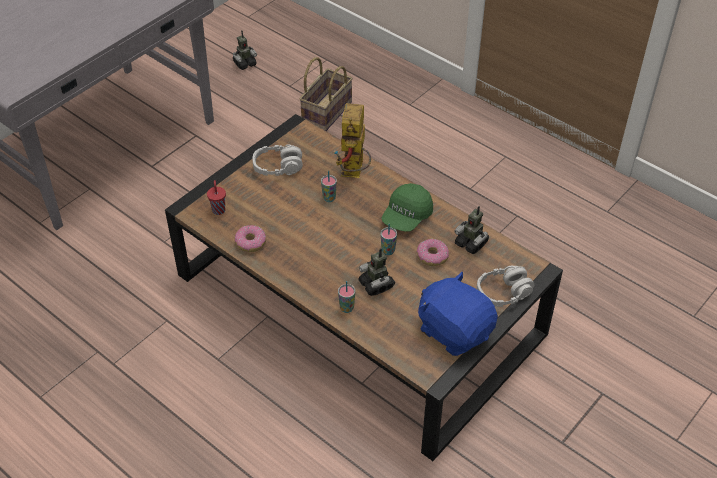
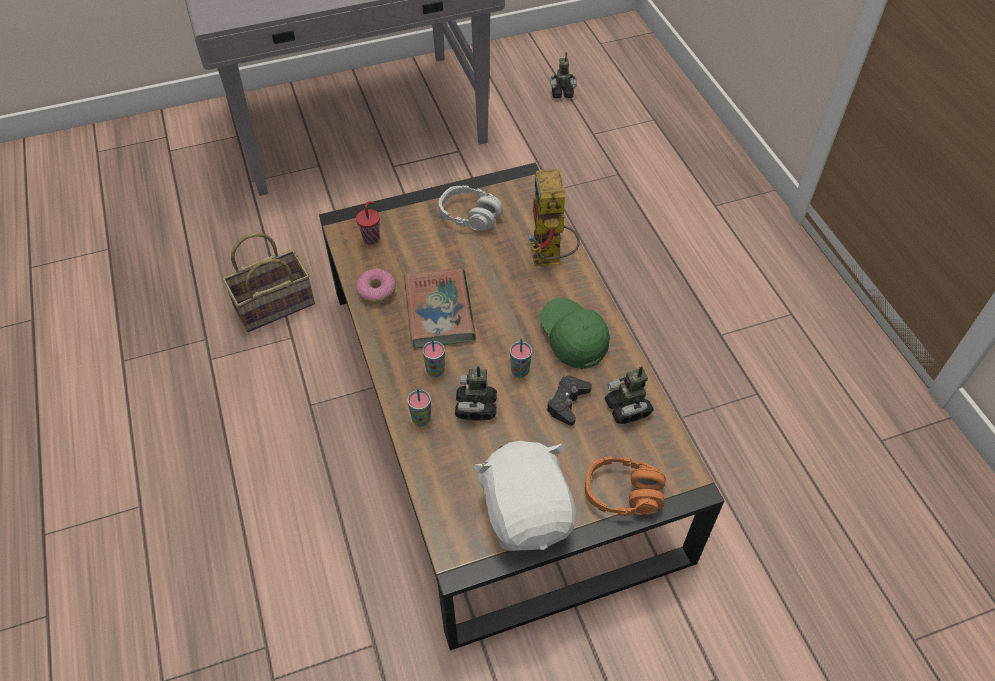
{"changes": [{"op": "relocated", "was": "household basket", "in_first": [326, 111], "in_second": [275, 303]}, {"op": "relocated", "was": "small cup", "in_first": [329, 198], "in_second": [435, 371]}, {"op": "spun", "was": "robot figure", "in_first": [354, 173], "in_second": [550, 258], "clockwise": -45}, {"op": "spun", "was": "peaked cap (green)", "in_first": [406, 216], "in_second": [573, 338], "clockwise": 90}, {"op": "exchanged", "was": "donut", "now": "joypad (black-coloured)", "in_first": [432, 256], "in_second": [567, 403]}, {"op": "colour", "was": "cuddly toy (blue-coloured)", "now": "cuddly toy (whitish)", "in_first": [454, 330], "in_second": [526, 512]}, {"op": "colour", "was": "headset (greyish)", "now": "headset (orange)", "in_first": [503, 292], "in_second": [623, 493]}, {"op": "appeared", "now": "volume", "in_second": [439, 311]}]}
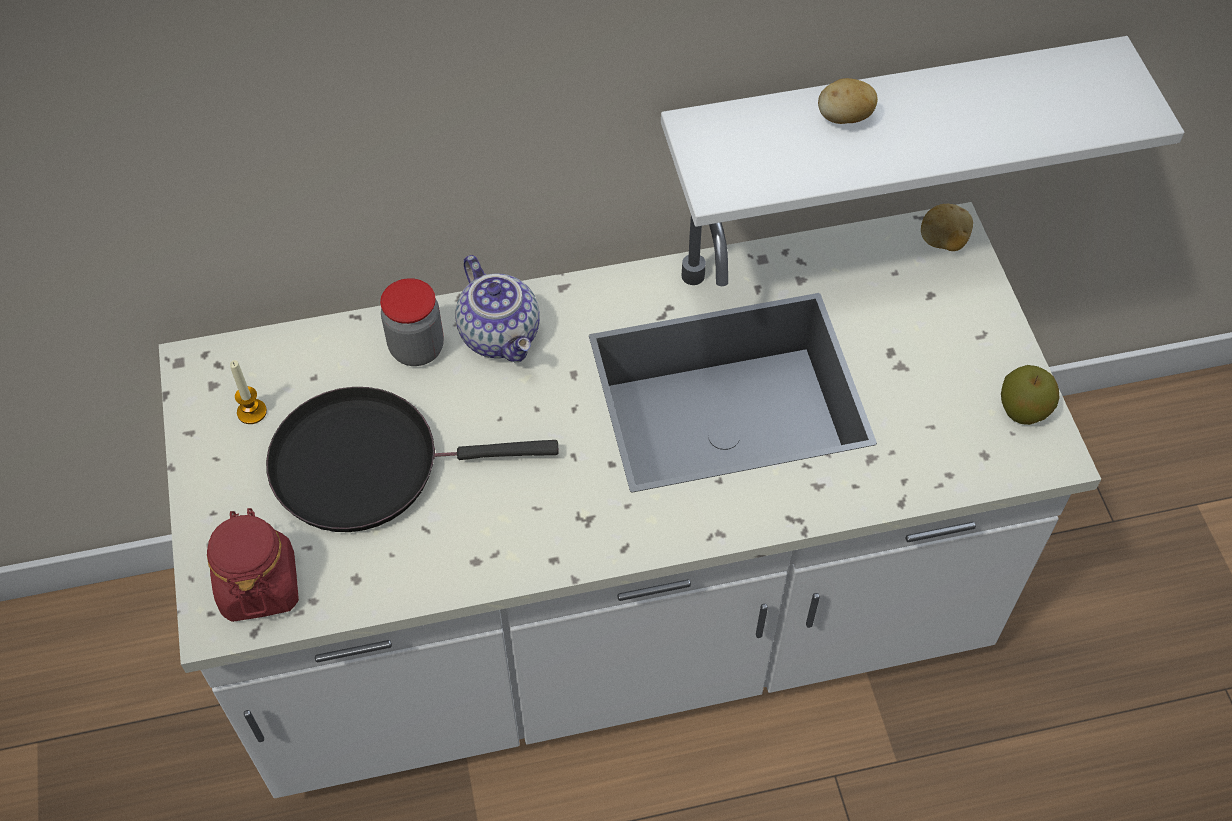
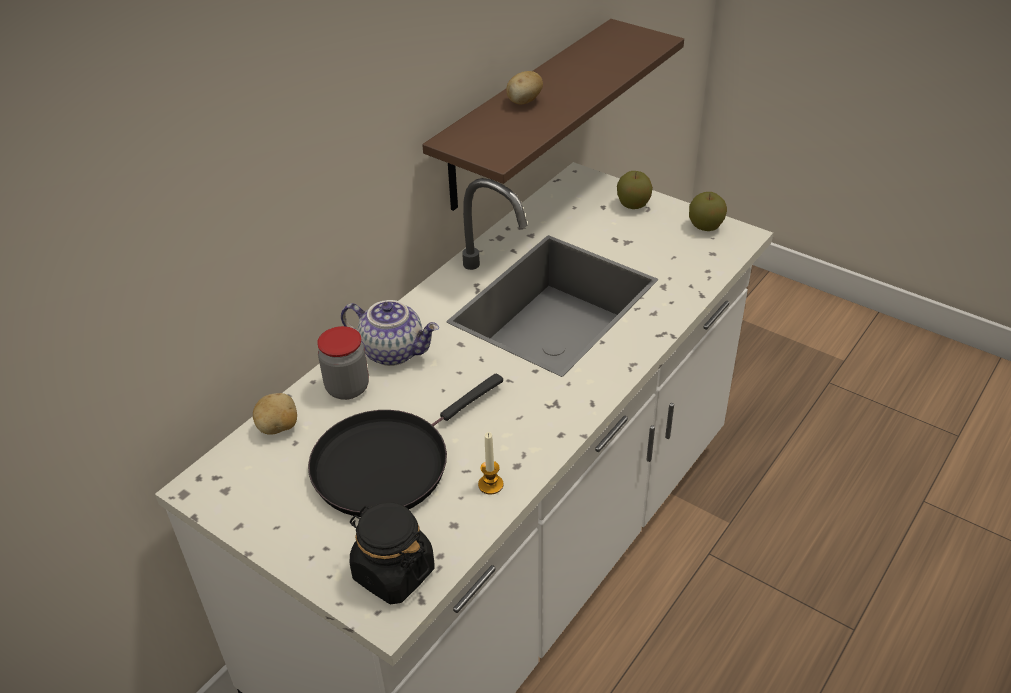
{"changes": [{"op": "colour", "was": "preserve jar (red)", "now": "preserve jar (black-coloured)", "in_first": [259, 585], "in_second": [393, 573]}, {"op": "relocated", "was": "wax light", "in_first": [252, 412], "in_second": [490, 485]}, {"op": "colour", "was": "wall shelf (whitish)", "now": "wall shelf (brownish)", "in_first": [888, 120], "in_second": [525, 115]}, {"op": "relocated", "was": "whole potato", "in_first": [942, 242], "in_second": [278, 427]}, {"op": "appeared", "now": "apple", "in_second": [633, 205]}]}
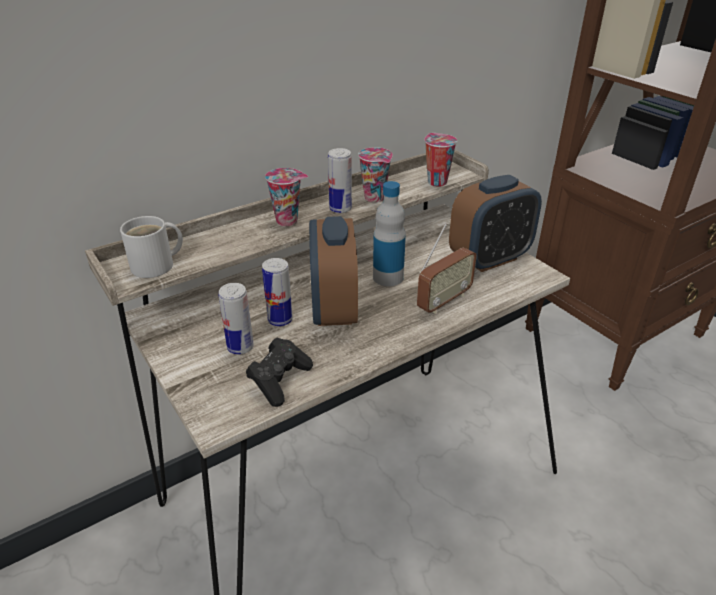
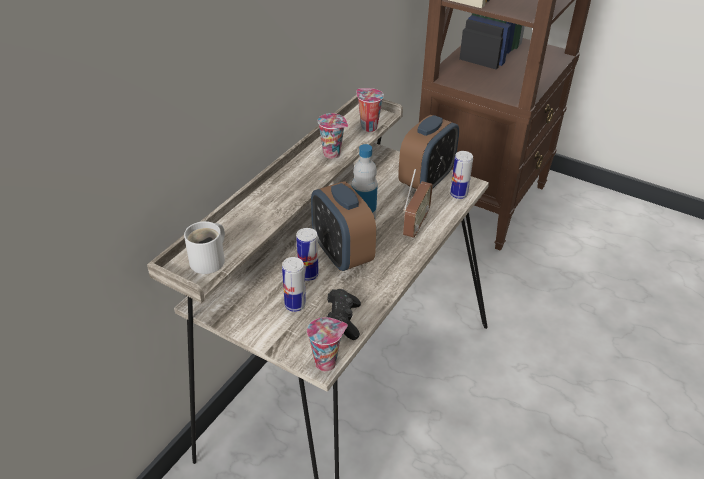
{"changes": [{"op": "relocated", "was": "small cup", "in_first": [288, 221], "in_second": [326, 362]}, {"op": "relocated", "was": "metal can", "in_first": [340, 209], "in_second": [458, 194]}]}
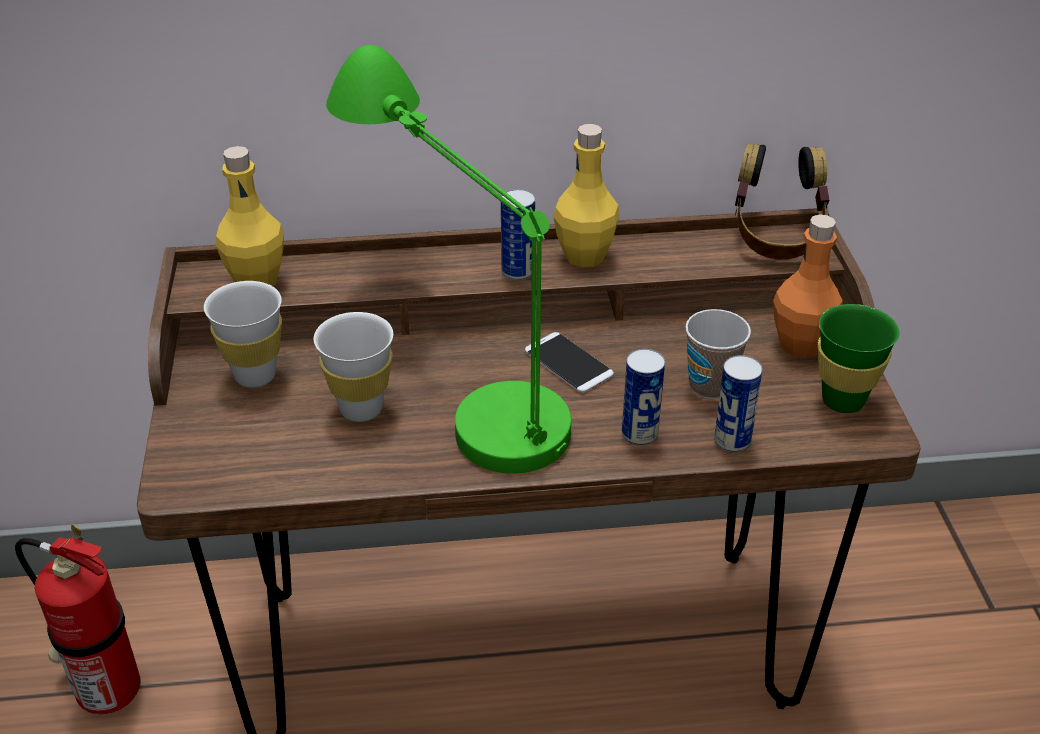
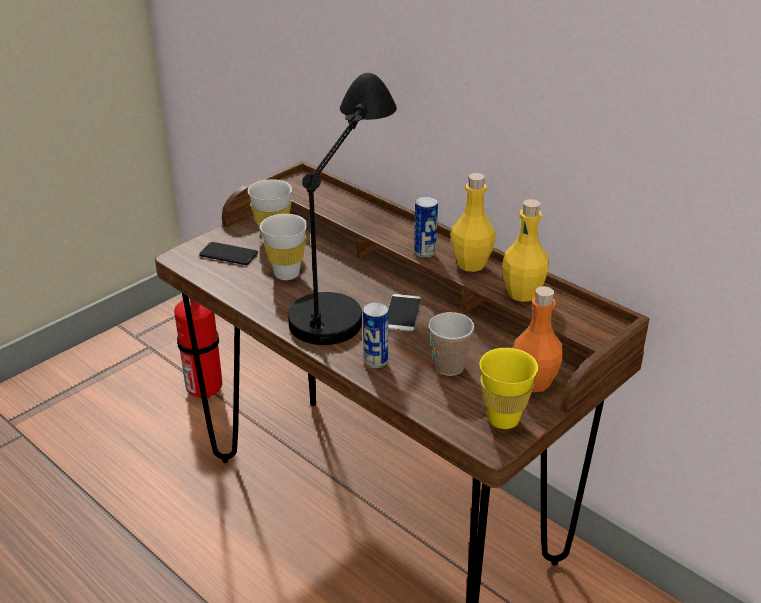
{"changes": [{"op": "relocated", "was": "beverage bottle (yellowish)", "in_first": [257, 280], "in_second": [522, 293]}, {"op": "colour", "was": "lamp for a table (green)", "now": "lamp for a table (black-coloured)", "in_first": [457, 377], "in_second": [345, 287]}, {"op": "missing", "was": "metal can", "in_first": [732, 441]}, {"op": "missing", "was": "headset", "in_first": [776, 236]}, {"op": "colour", "was": "small cup (green)", "now": "small cup (yellowish)", "in_first": [843, 400], "in_second": [503, 419]}, {"op": "appeared", "now": "phone", "in_second": [228, 254]}]}
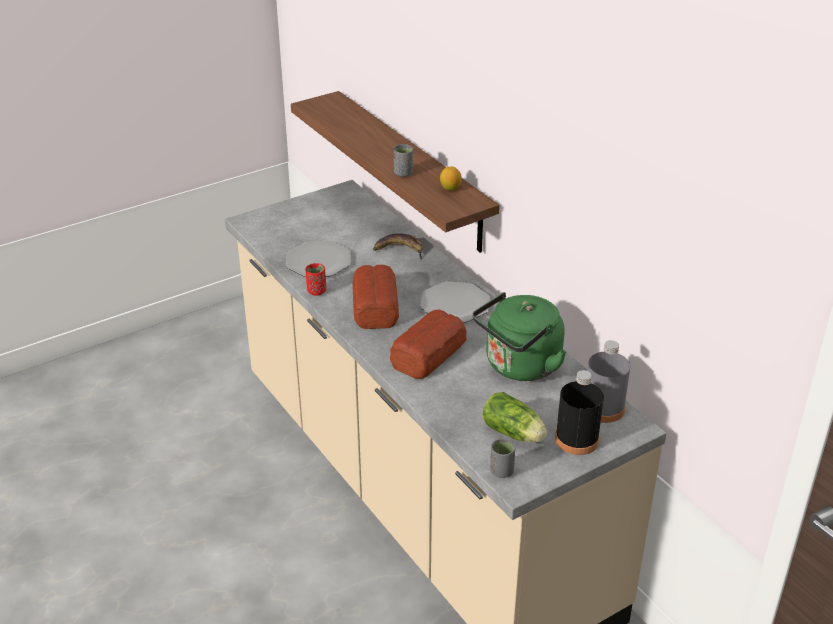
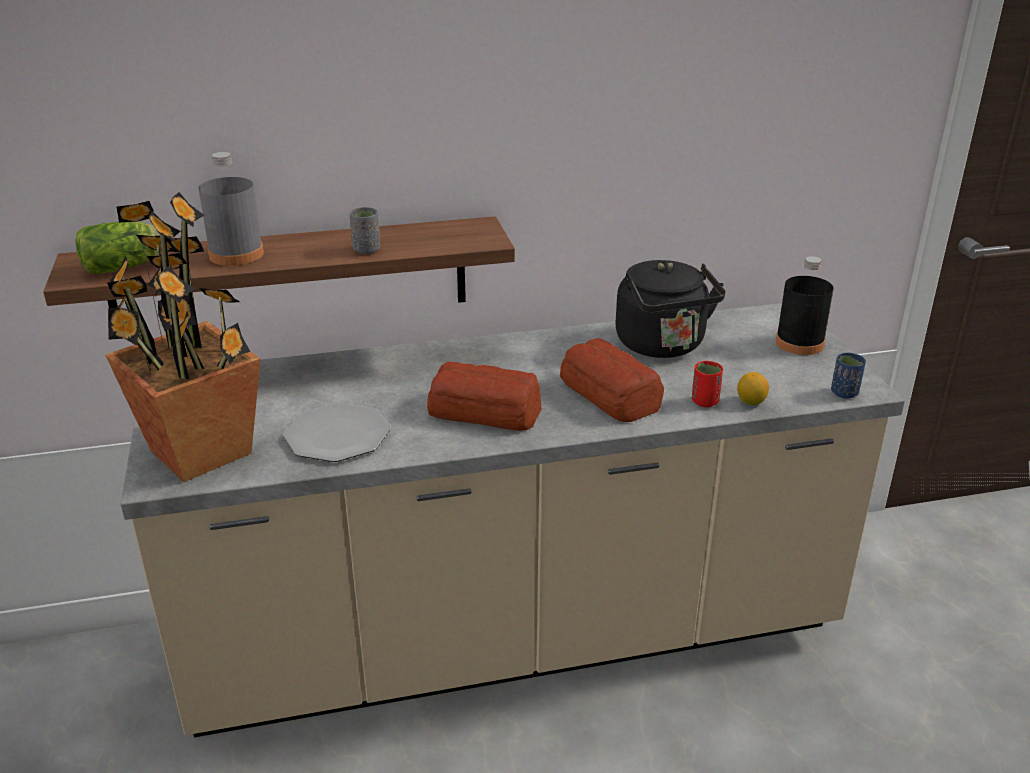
{"changes": [{"op": "relocated", "was": "small cup (red)", "in_first": [316, 291], "in_second": [705, 402]}, {"op": "missing", "was": "banana fruit", "in_first": [400, 250]}, {"op": "missing", "was": "plate", "in_first": [454, 304]}, {"op": "relocated", "was": "whole lemon", "in_first": [450, 188], "in_second": [751, 402]}, {"op": "colour", "was": "tea kettle (green)", "now": "tea kettle (black-coloured)", "in_first": [519, 367], "in_second": [663, 346]}, {"op": "relocated", "was": "head of lettuce", "in_first": [515, 434], "in_second": [128, 266]}, {"op": "colour", "was": "small cup (greyish)", "now": "small cup (blue-coloured)", "in_first": [501, 472], "in_second": [844, 393]}, {"op": "relocated", "was": "beverage bottle (greyish)", "in_first": [603, 408], "in_second": [236, 254]}, {"op": "appeared", "now": "potted plant", "in_second": [199, 453]}]}
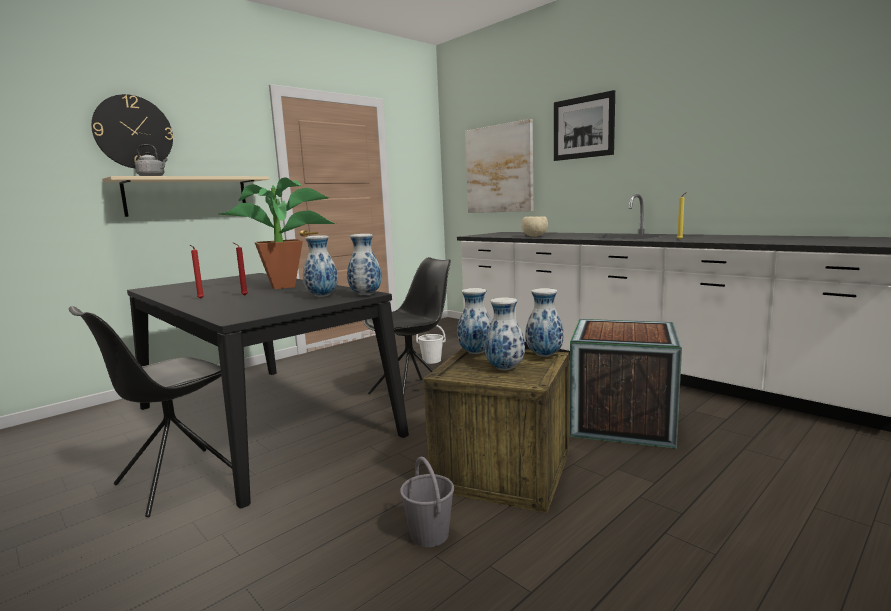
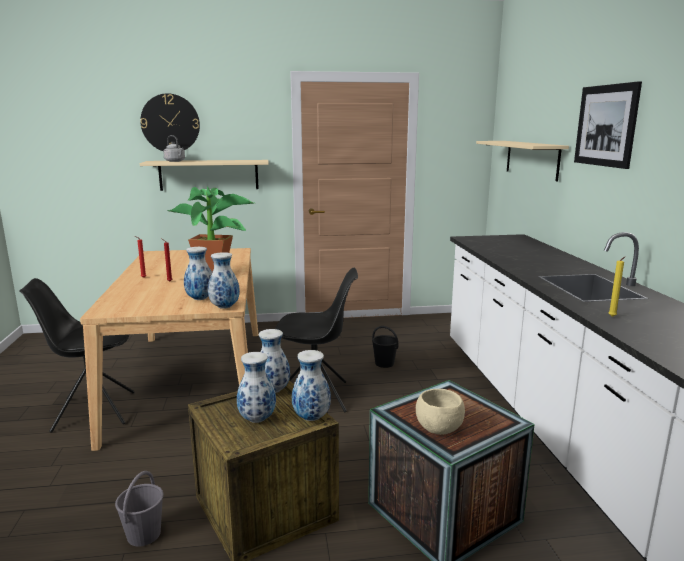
{"changes": [{"op": "colour", "was": "dining table (black-coloured)", "now": "dining table (beige)", "in_first": [262, 420], "in_second": [192, 379]}, {"op": "colour", "was": "bucket (whitish)", "now": "bucket (black-coloured)", "in_first": [432, 360], "in_second": [384, 363]}, {"op": "exchanged", "was": "picture", "now": "wall shelf (beige)", "in_first": [499, 169], "in_second": [531, 159]}, {"op": "relocated", "was": "serving bowl (beige)", "in_first": [534, 236], "in_second": [439, 429]}]}
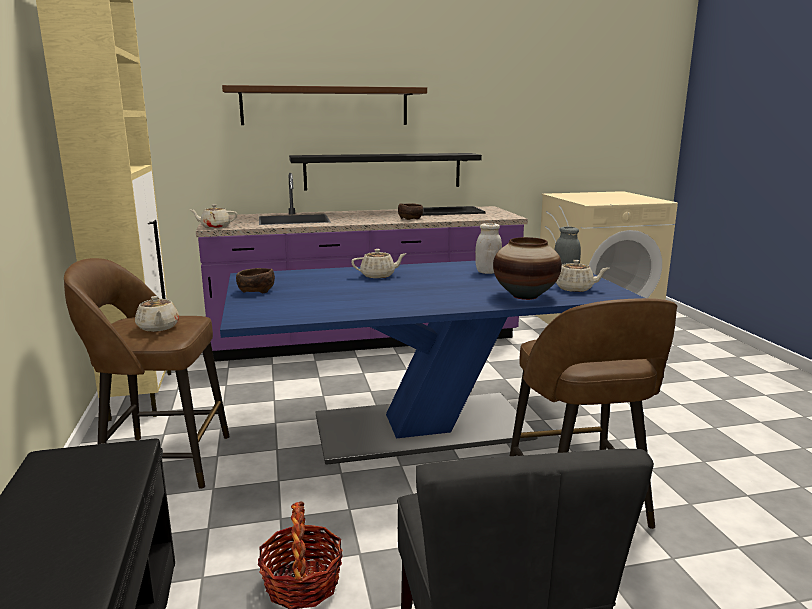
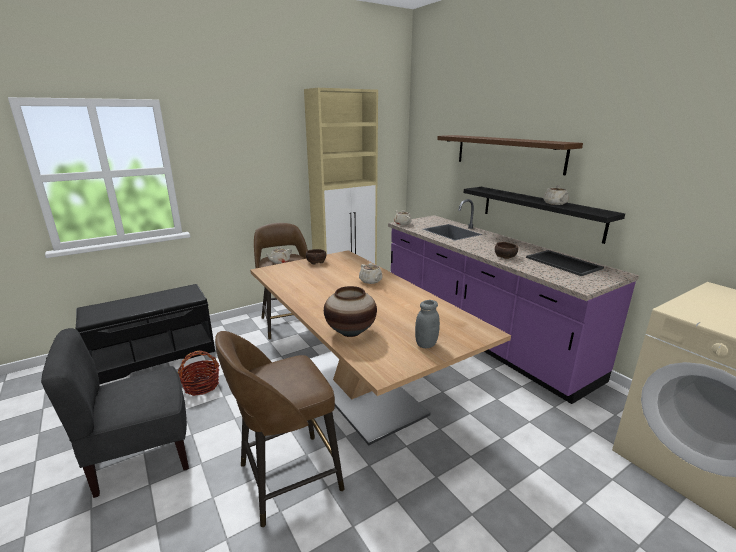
{"changes": [{"op": "colour", "was": "dining table (blue-coloured)", "now": "dining table (beige)", "in_first": [422, 428], "in_second": [359, 388]}, {"op": "missing", "was": "preserve jar (whitish)", "in_first": [487, 272]}, {"op": "relocated", "was": "tea pot (beige)", "in_first": [575, 289], "in_second": [555, 203]}]}
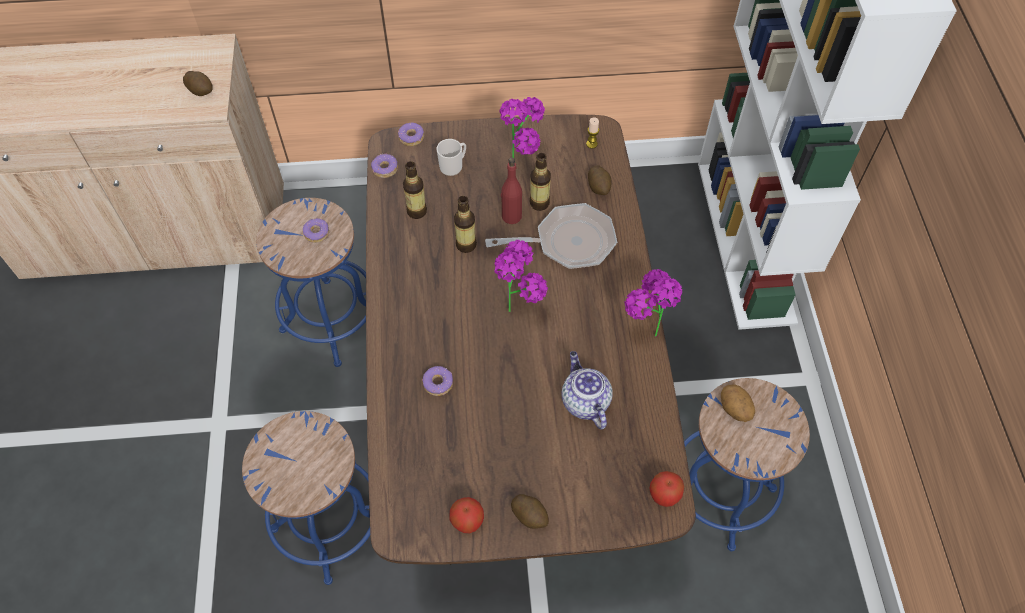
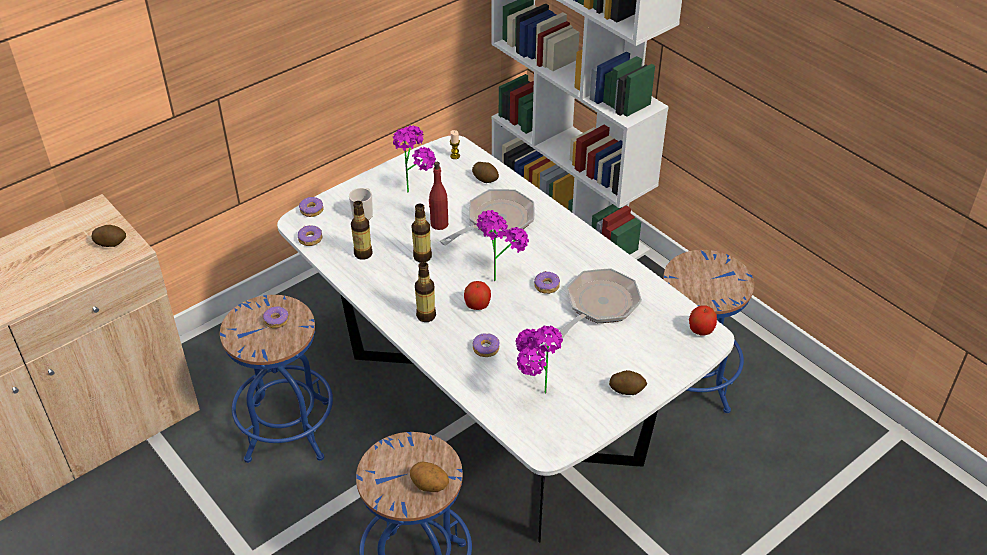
{"changes": [{"op": "colour", "was": "dining table (brownish)", "now": "dining table (whitish)", "in_first": [511, 407], "in_second": [492, 410]}, {"op": "relocated", "was": "apple", "in_first": [467, 521], "in_second": [477, 305]}, {"op": "relocated", "was": "beverage bottle", "in_first": [539, 203], "in_second": [426, 316]}, {"op": "exchanged", "was": "tea pot", "now": "pan", "in_first": [584, 401], "in_second": [598, 306]}, {"op": "relocated", "was": "potted plant", "in_first": [644, 331], "in_second": [533, 394]}, {"op": "relocated", "was": "whole potato", "in_first": [734, 409], "in_second": [429, 486]}, {"op": "appeared", "now": "donut", "in_second": [546, 286]}]}
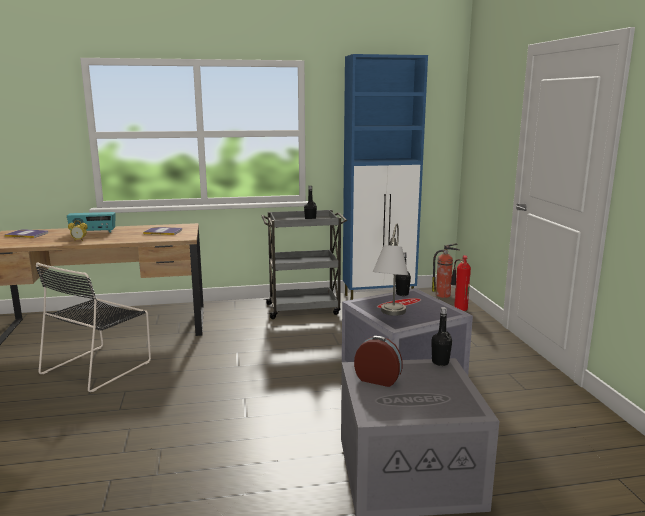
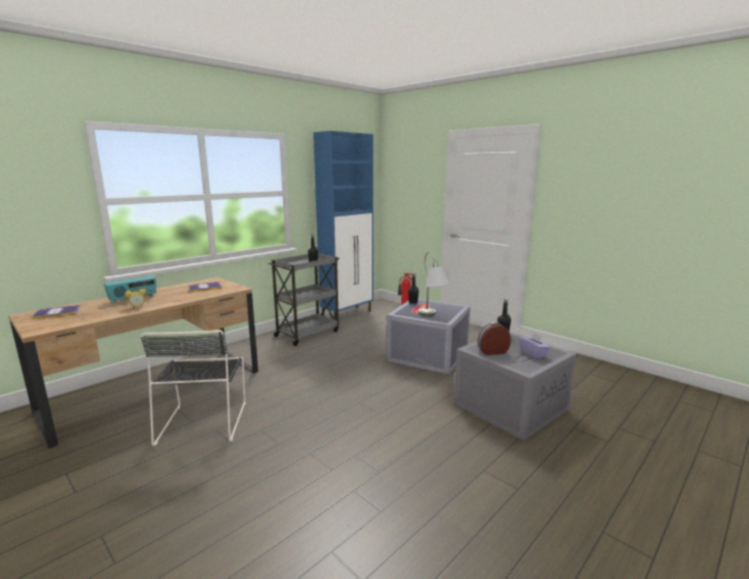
{"changes": [{"op": "missing", "was": "fire extinguisher", "in_first": [443, 295]}, {"op": "appeared", "now": "tissue holder (purple-coloured)", "in_second": [533, 354]}]}
